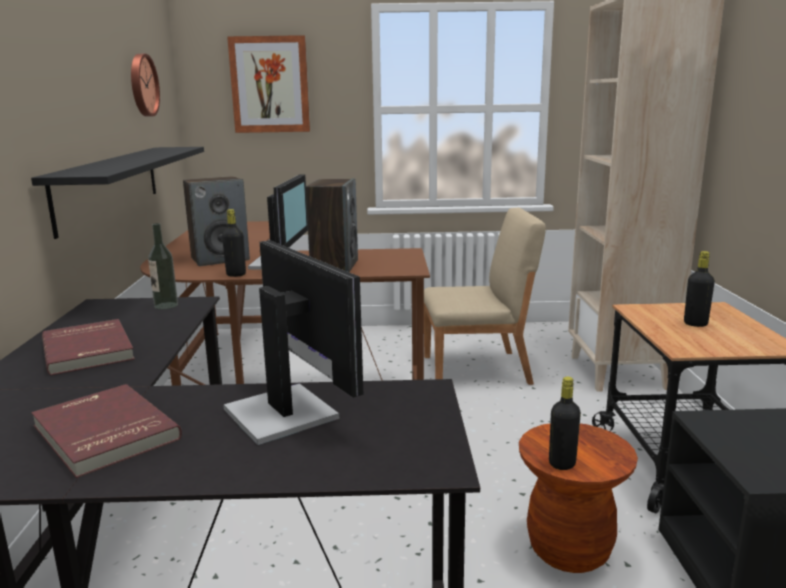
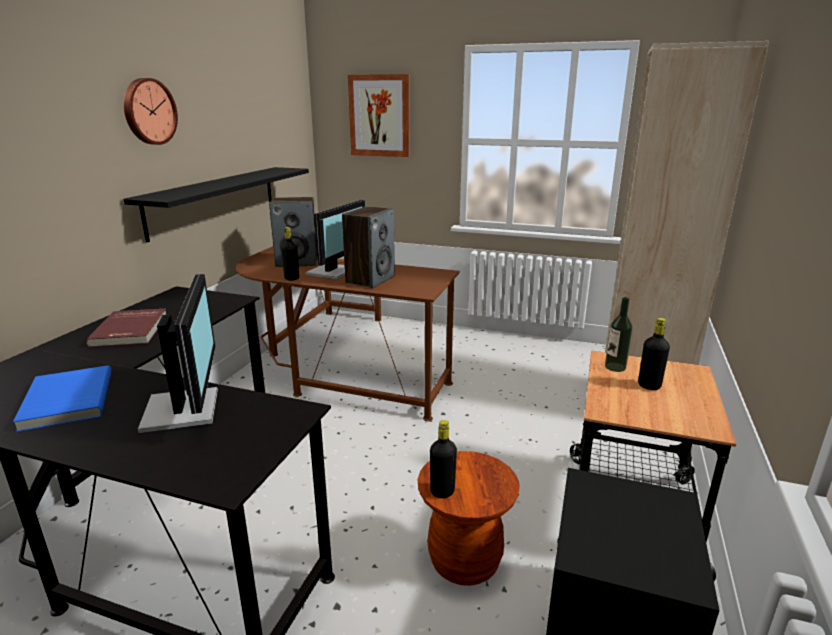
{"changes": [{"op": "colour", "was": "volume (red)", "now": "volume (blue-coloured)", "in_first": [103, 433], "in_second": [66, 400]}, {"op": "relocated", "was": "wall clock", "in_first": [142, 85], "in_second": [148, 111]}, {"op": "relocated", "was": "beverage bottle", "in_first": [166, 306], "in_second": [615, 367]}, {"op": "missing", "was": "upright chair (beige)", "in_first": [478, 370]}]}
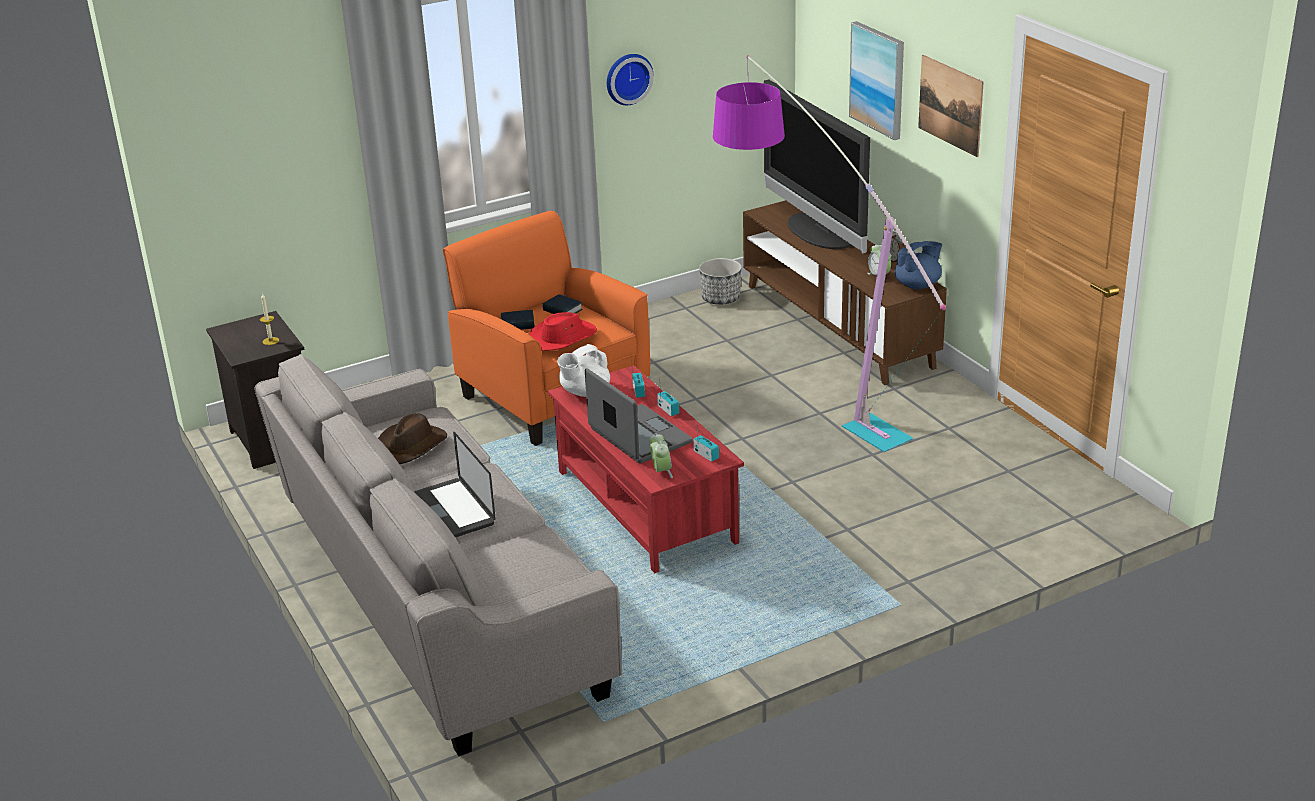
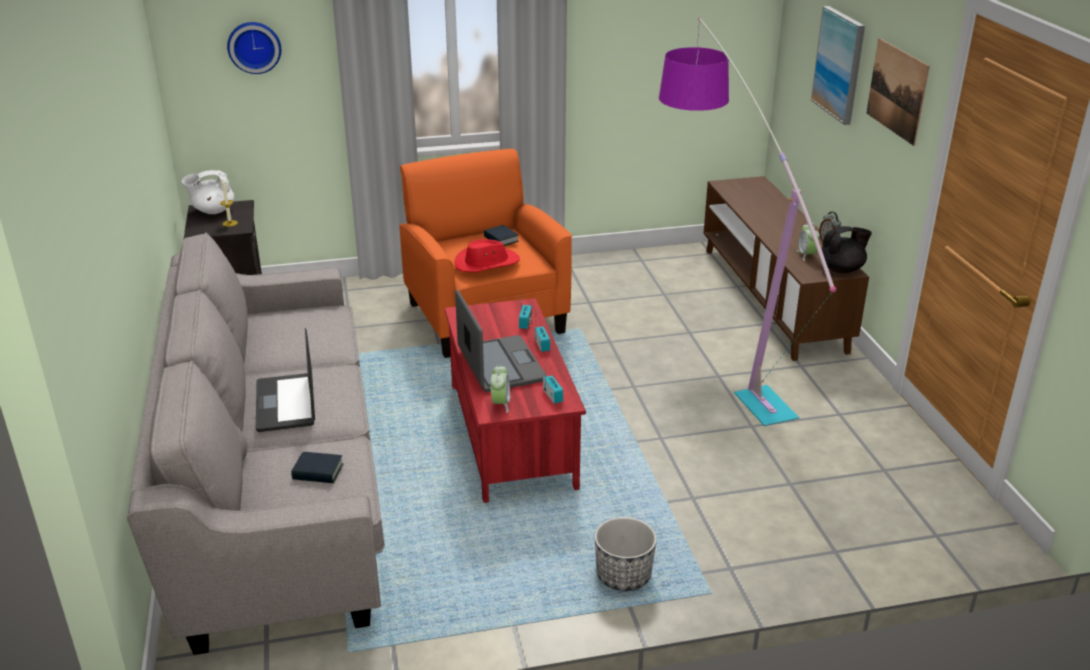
{"changes": [{"op": "missing", "was": "wearable hat (brownish)", "in_first": [411, 446]}, {"op": "relocated", "was": "volume", "in_first": [518, 324], "in_second": [318, 472]}, {"op": "relocated", "was": "tea pot (whitish)", "in_first": [584, 392], "in_second": [213, 211]}, {"op": "relocated", "was": "wall clock", "in_first": [627, 78], "in_second": [254, 46]}, {"op": "relocated", "was": "plant pot", "in_first": [720, 299], "in_second": [623, 575]}, {"op": "missing", "was": "TV set", "in_first": [817, 232]}, {"op": "colour", "was": "tea pot (blue-coloured)", "now": "tea pot (black-coloured)", "in_first": [918, 285], "in_second": [841, 269]}]}
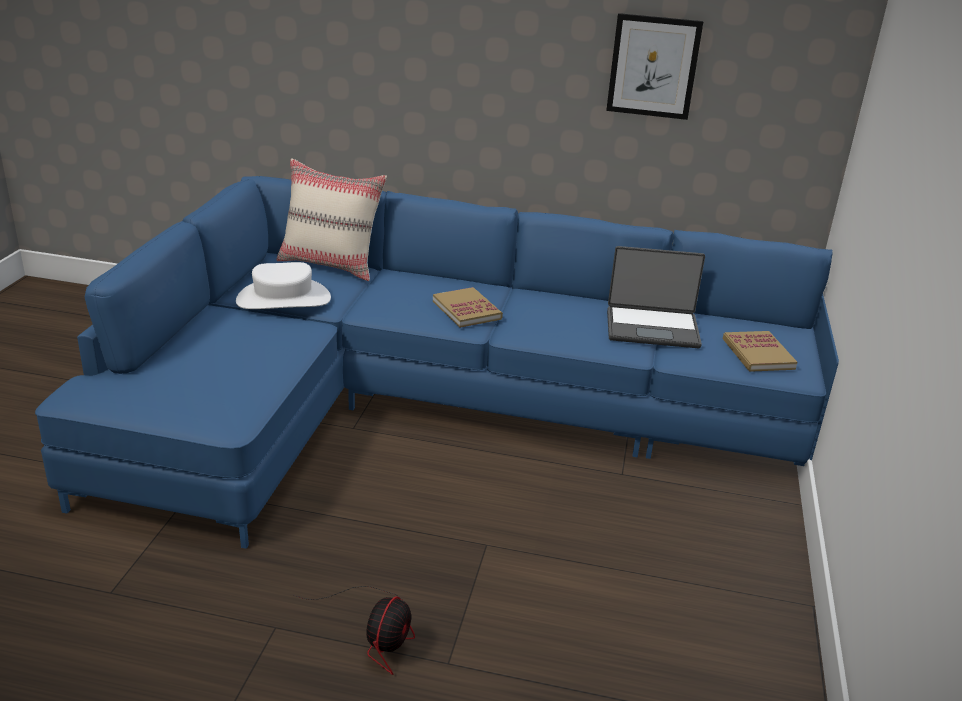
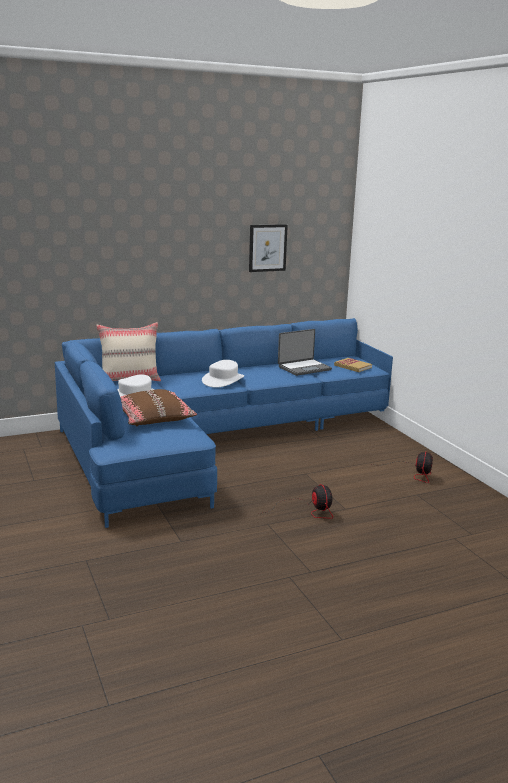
{"changes": [{"op": "exchanged", "was": "volume", "now": "wearable hat (whitish)", "in_first": [466, 310], "in_second": [223, 380]}, {"op": "appeared", "now": "cushion (brownish)", "in_second": [152, 417]}, {"op": "appeared", "now": "cooling fan", "in_second": [414, 473]}]}
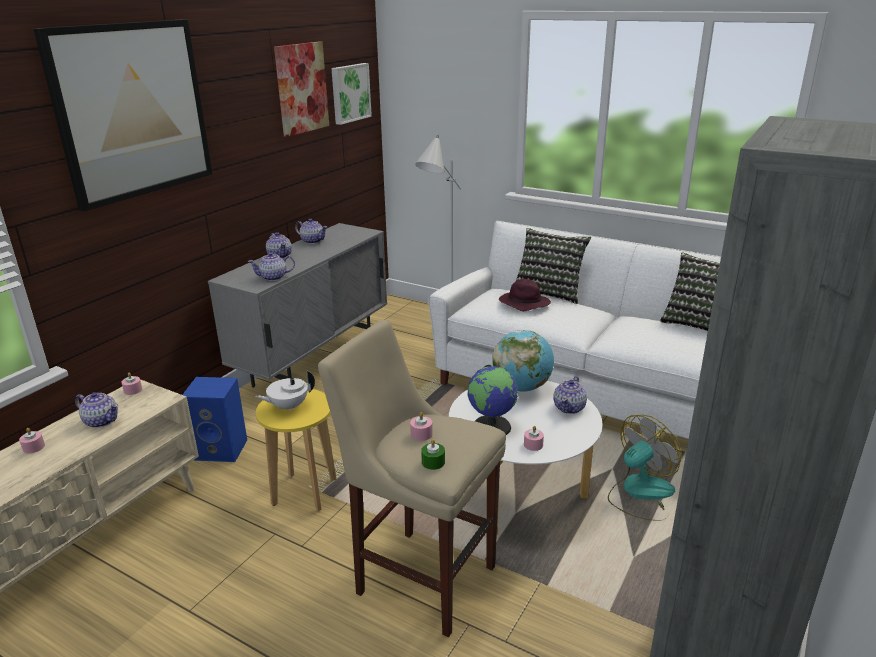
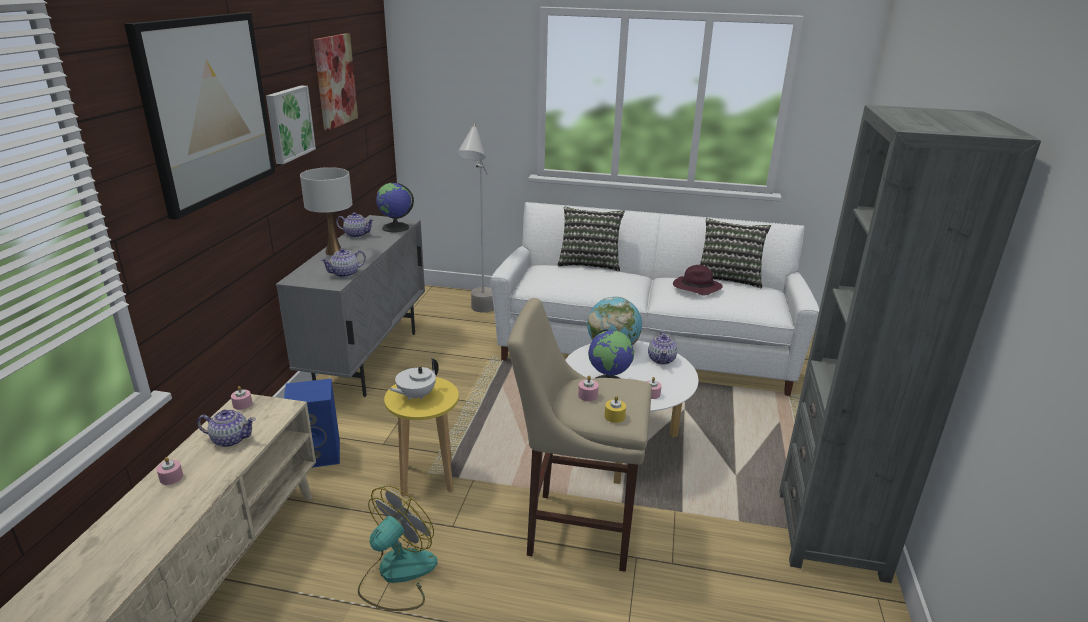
{"changes": [{"op": "exchanged", "was": "tea pot", "now": "lamp for a table (whitish)", "in_first": [280, 256], "in_second": [334, 252]}, {"op": "relocated", "was": "picture", "in_first": [349, 93], "in_second": [288, 123]}, {"op": "colour", "was": "wax light (green)", "now": "wax light (yellowish)", "in_first": [433, 462], "in_second": [614, 416]}, {"op": "relocated", "was": "wearable hat (purple-coloured)", "in_first": [523, 303], "in_second": [696, 288]}, {"op": "relocated", "was": "cooling fan", "in_first": [639, 494], "in_second": [397, 575]}, {"op": "appeared", "now": "world globe", "in_second": [395, 228]}]}
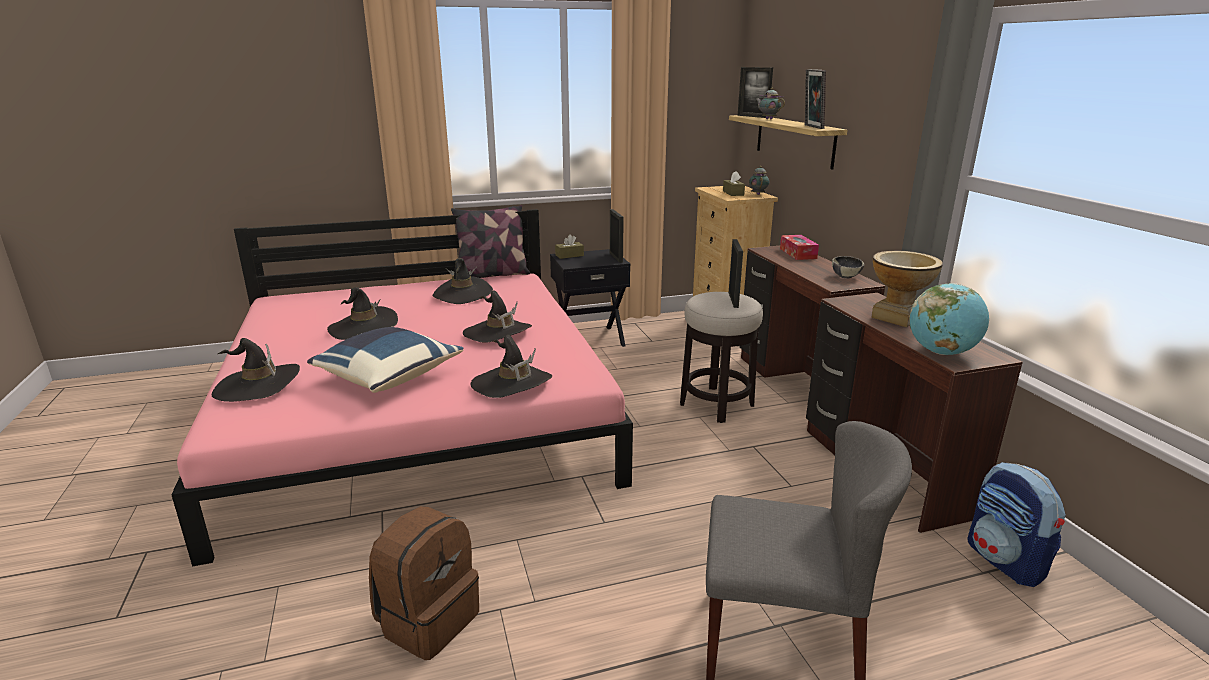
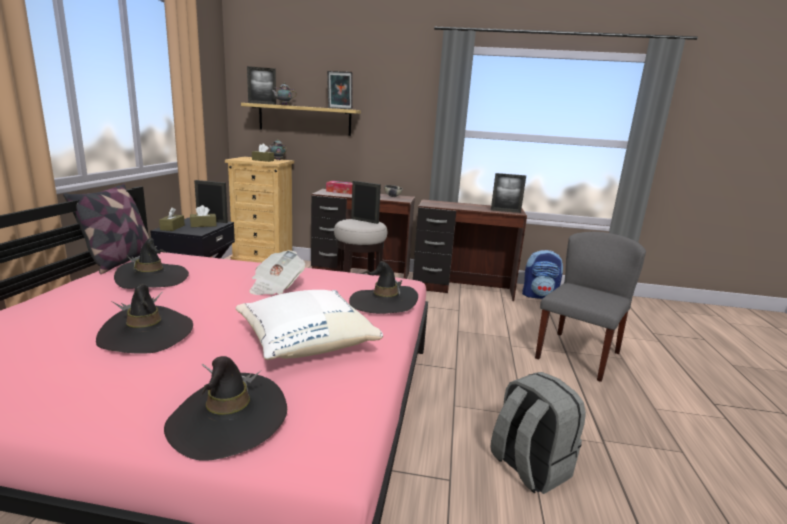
{"changes": [{"op": "colour", "was": "cushion (blue-coloured)", "now": "cushion (whitish)", "in_first": [388, 377], "in_second": [305, 343]}, {"op": "colour", "was": "rucksack (brownish)", "now": "rucksack (greyish)", "in_first": [428, 620], "in_second": [528, 467]}, {"op": "exchanged", "was": "wearable hat (black-coloured)", "now": "printed paper", "in_first": [498, 333], "in_second": [276, 287]}, {"op": "missing", "was": "vase", "in_first": [897, 318]}, {"op": "exchanged", "was": "world globe", "now": "standing frame", "in_first": [942, 352], "in_second": [505, 211]}, {"op": "appeared", "now": "tissue holder (brownish)", "in_second": [203, 225]}]}
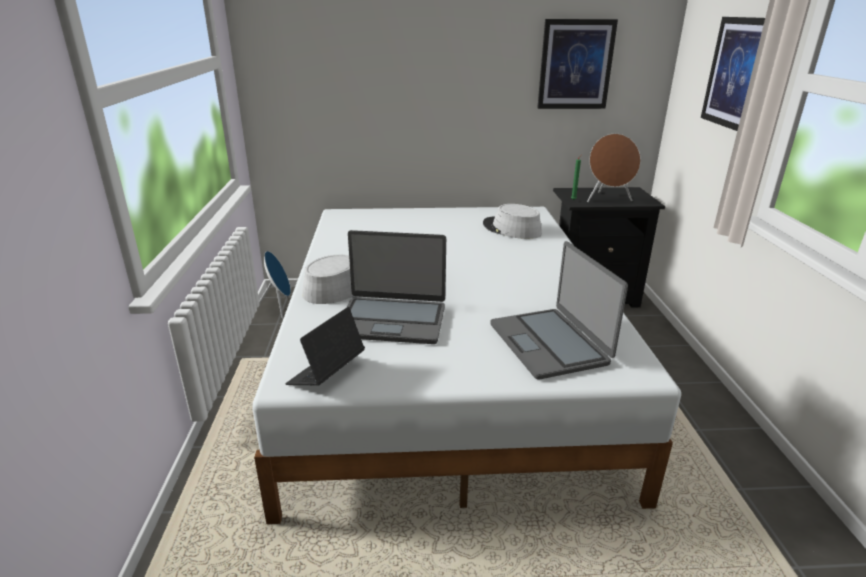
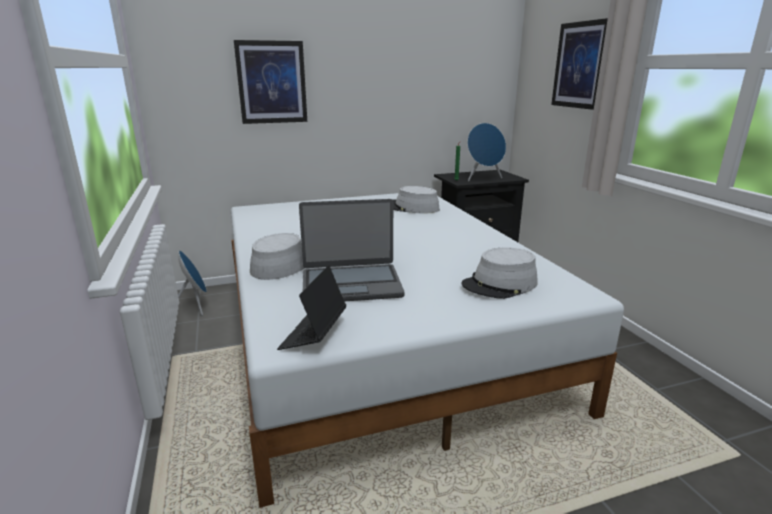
{"changes": [{"op": "exchanged", "was": "portable computer", "now": "wearable hat (greyish)", "in_first": [549, 343], "in_second": [500, 284]}, {"op": "relocated", "was": "picture", "in_first": [575, 65], "in_second": [272, 82]}, {"op": "colour", "was": "audio speaker (brownish)", "now": "audio speaker (blue-coloured)", "in_first": [608, 200], "in_second": [483, 179]}]}
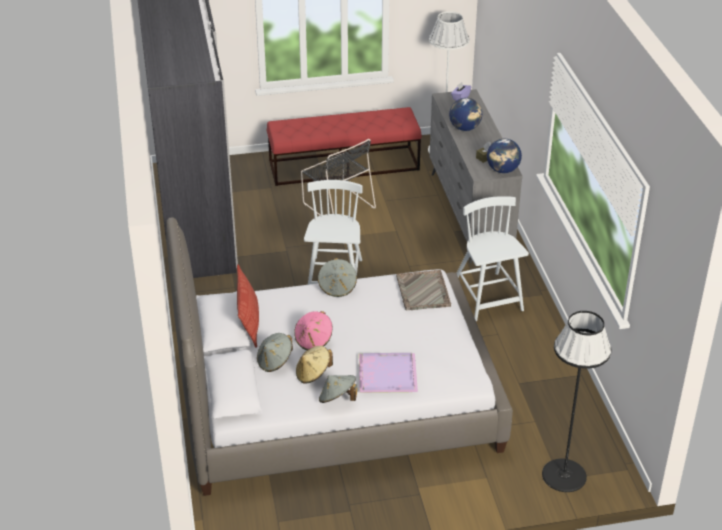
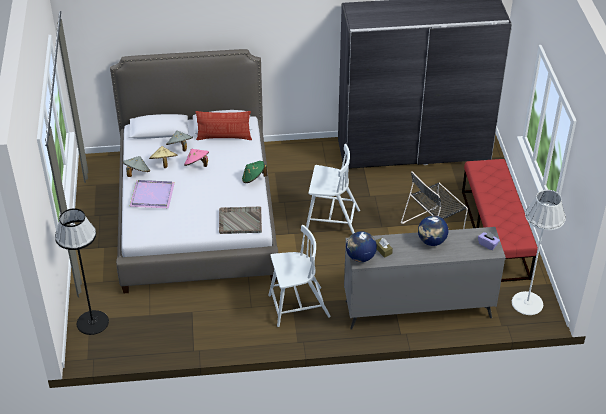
{"changes": [{"op": "colour", "was": "wearable hat (greyish)", "now": "wearable hat (green)", "in_first": [337, 287], "in_second": [253, 178]}]}
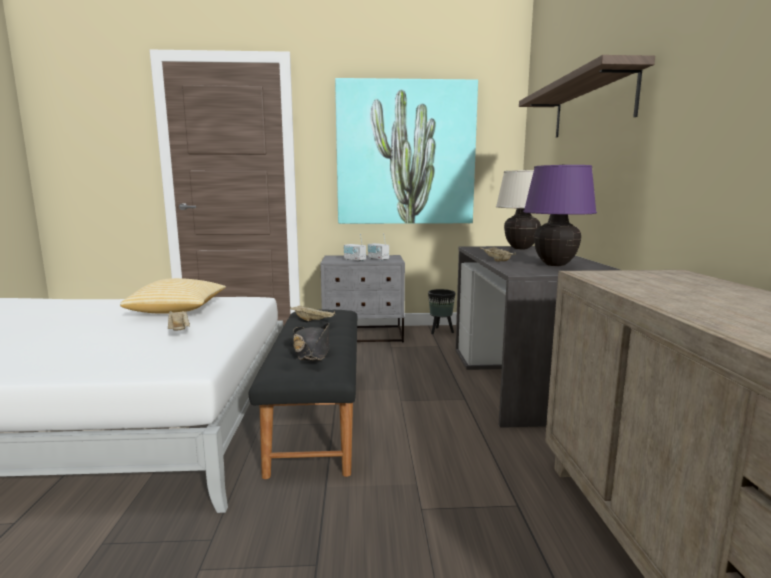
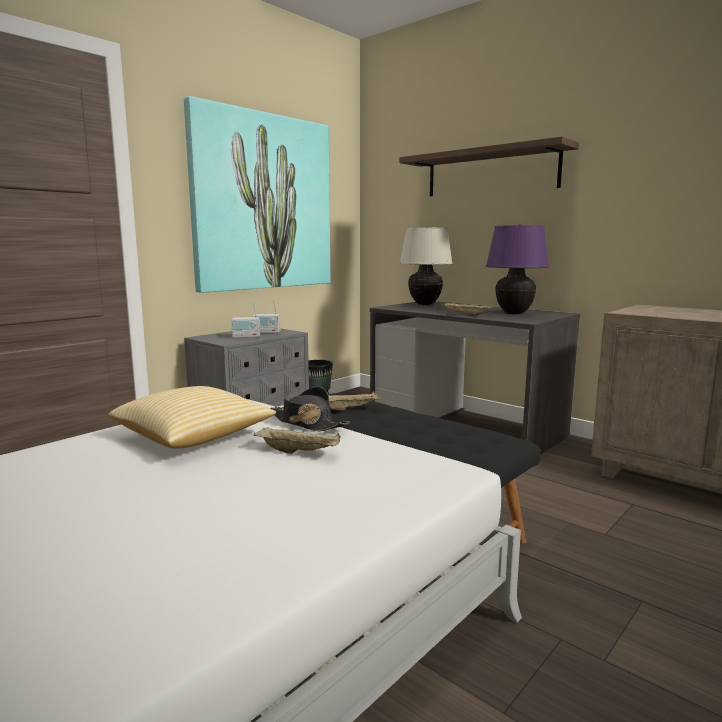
{"changes": [{"op": "relocated", "was": "wearable hat (black-coloured)", "in_first": [312, 351], "in_second": [307, 423]}]}
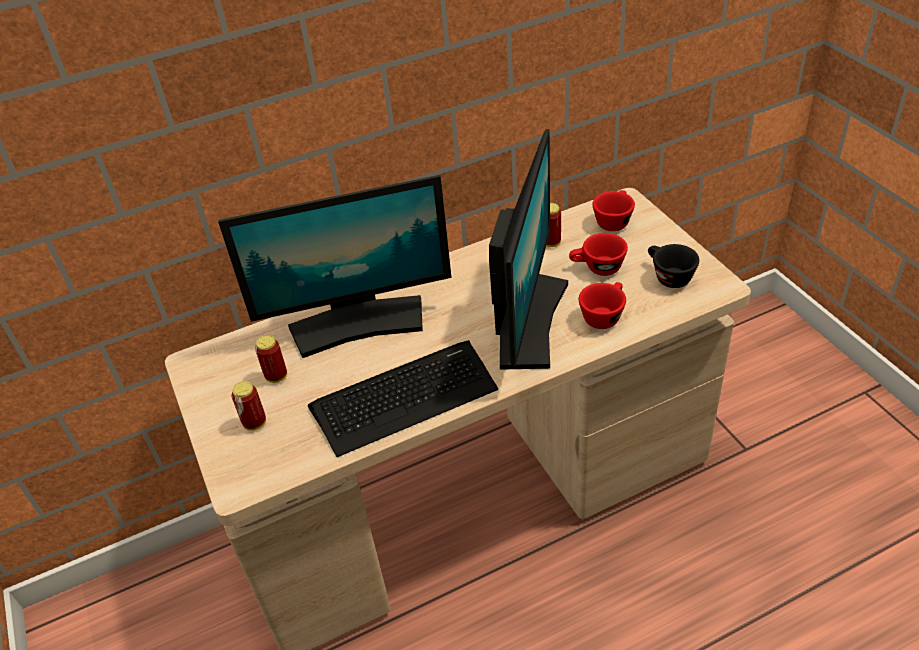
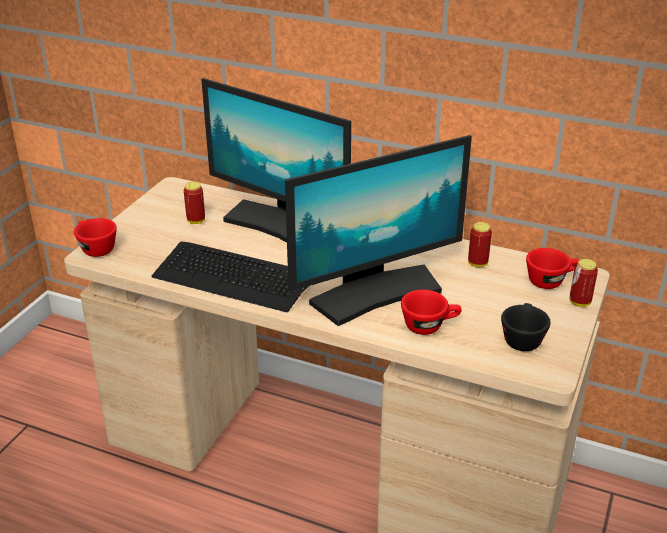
{"changes": [{"op": "relocated", "was": "metal can", "in_first": [255, 423], "in_second": [579, 302]}, {"op": "relocated", "was": "small cup (red)", "in_first": [597, 268], "in_second": [95, 248]}]}
